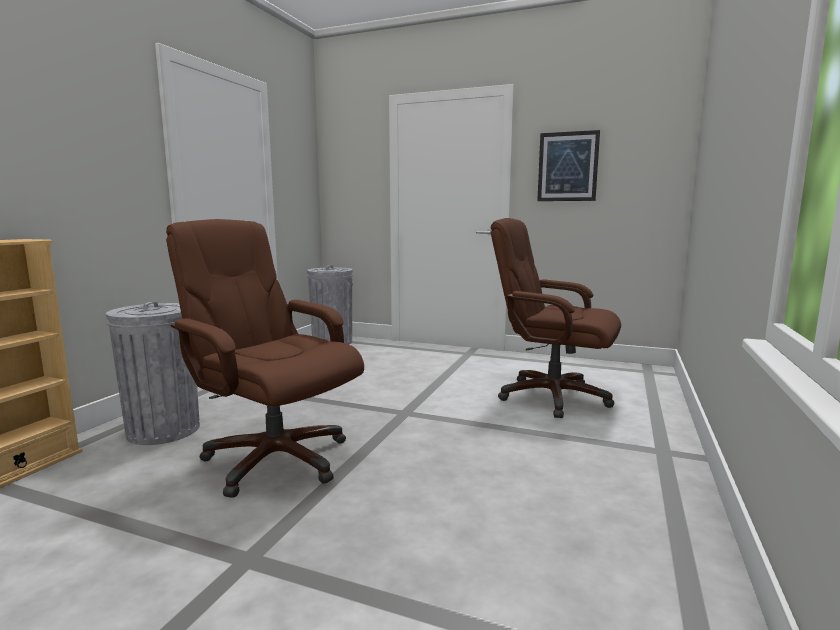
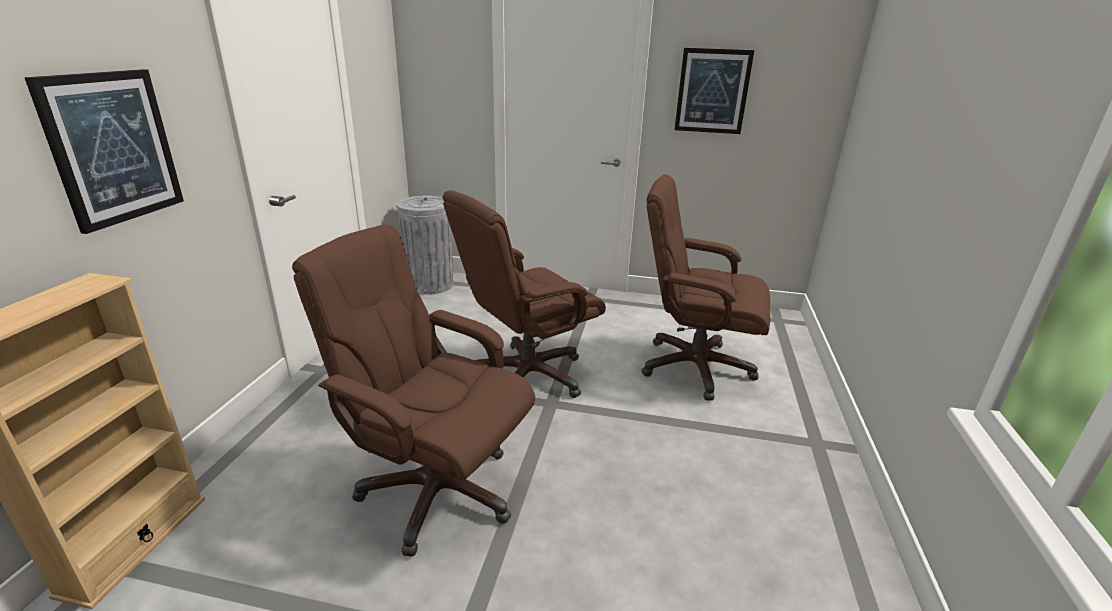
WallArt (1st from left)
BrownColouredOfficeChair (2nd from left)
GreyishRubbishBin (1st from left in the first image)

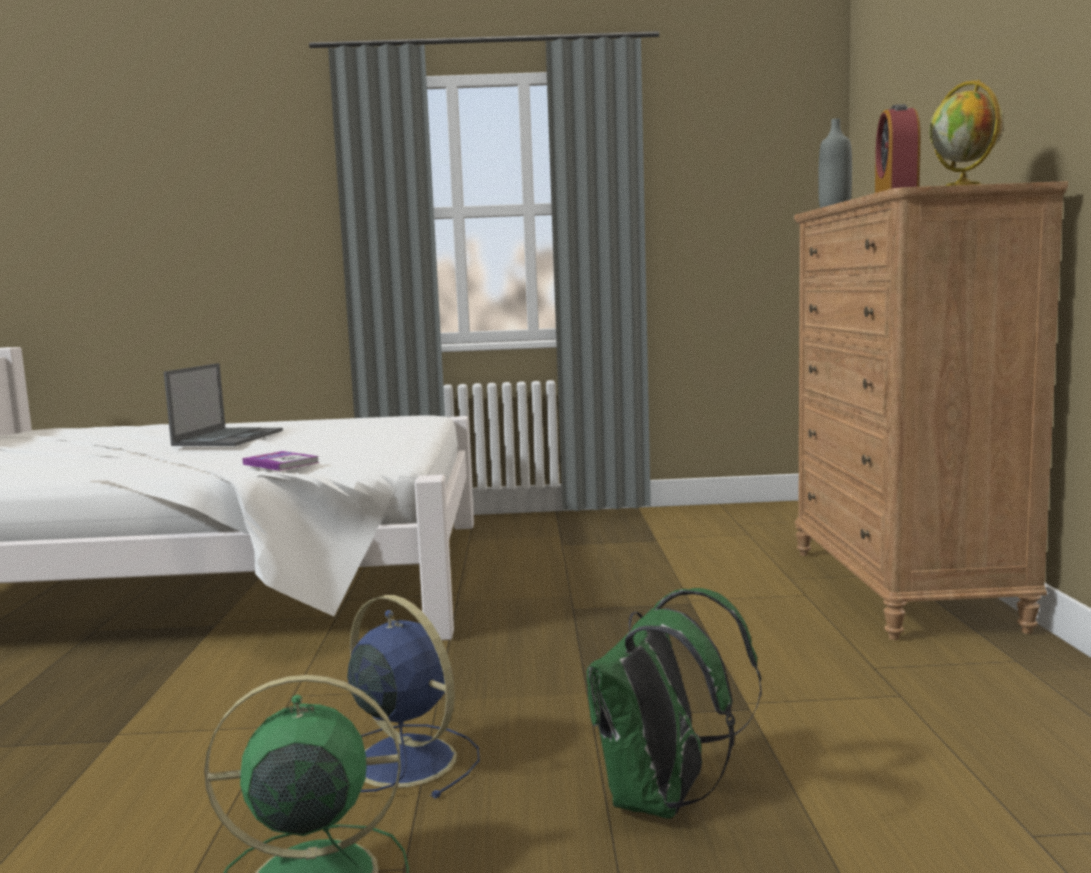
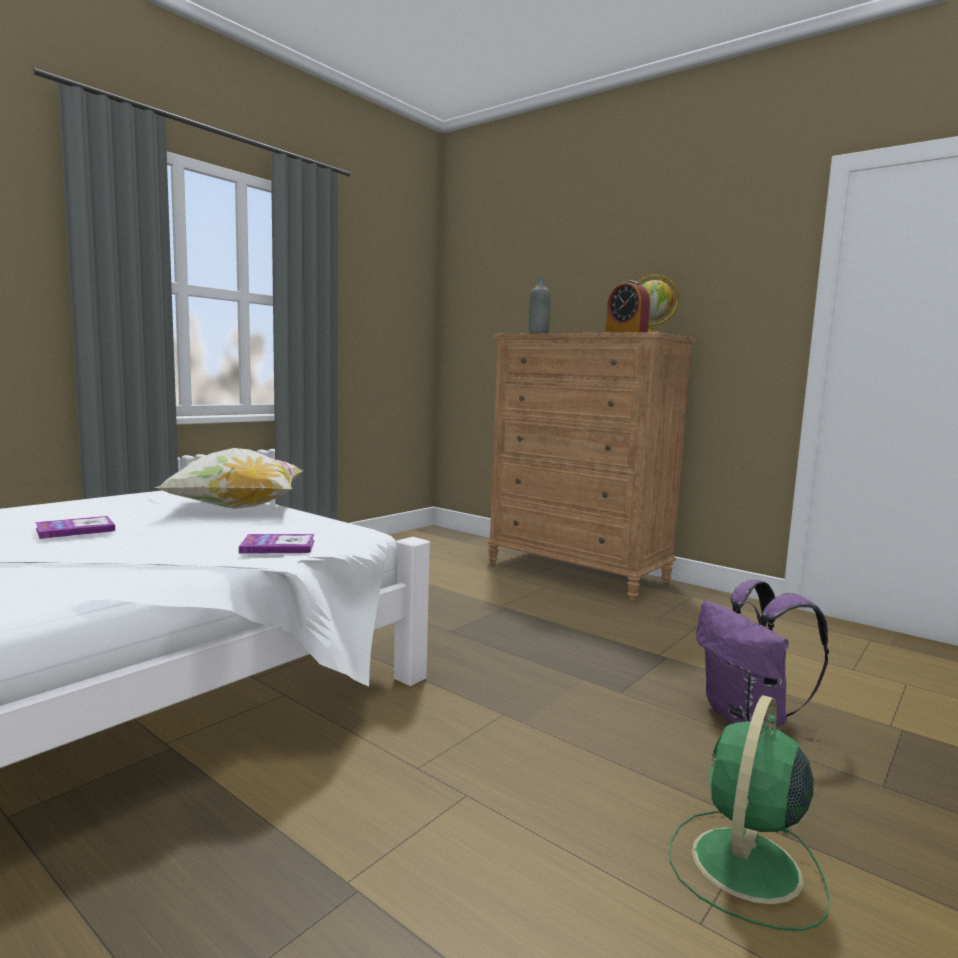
BoundBook (1st from left)
Cushion
PurpleColouredRucksack
BlueCoolingFan

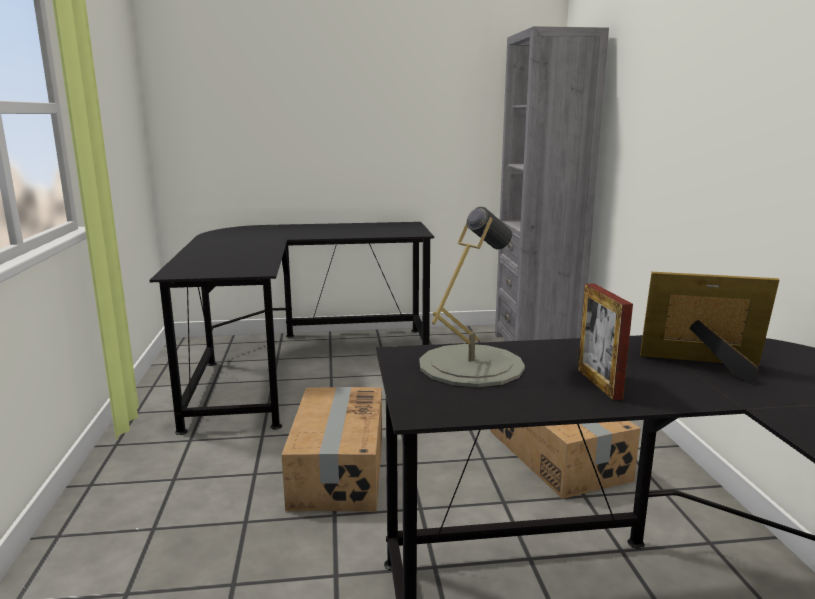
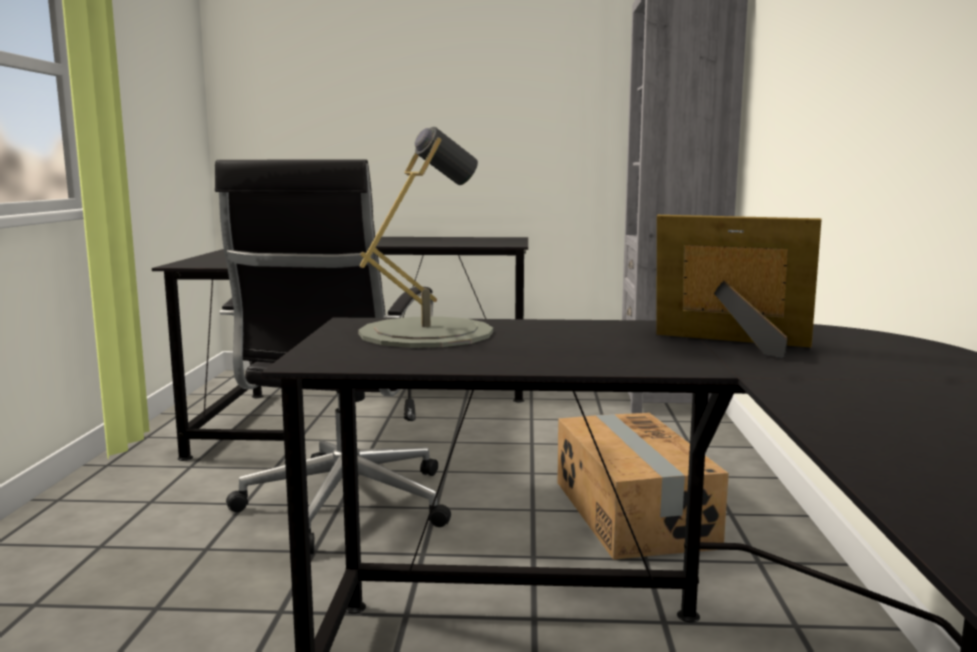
BlackColouredOfficeChair
PictureFrame (1st from left in the first image)

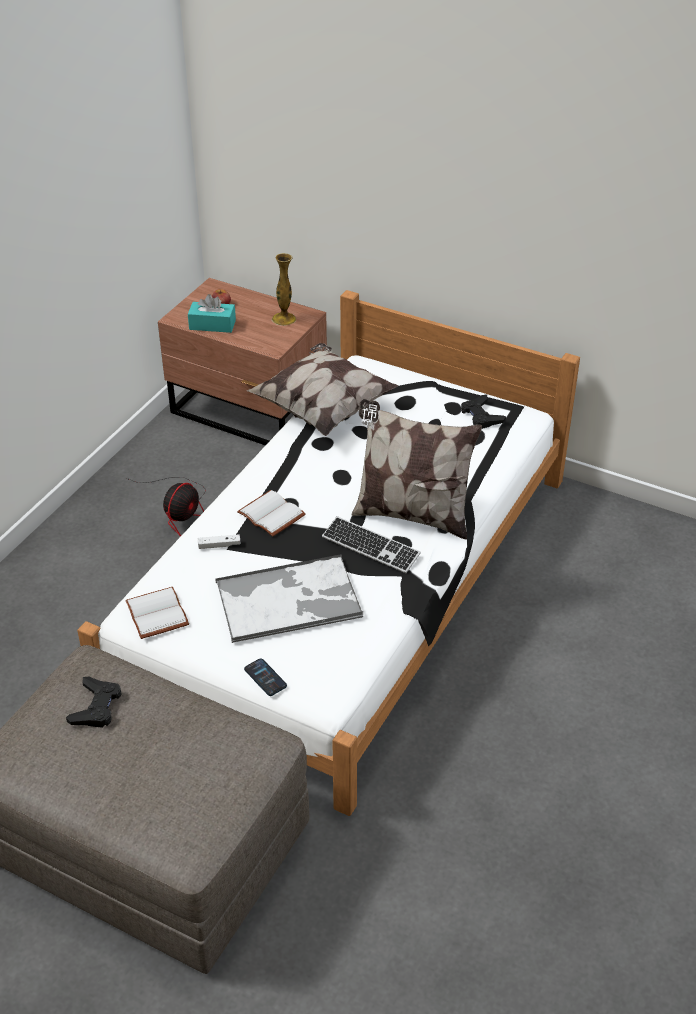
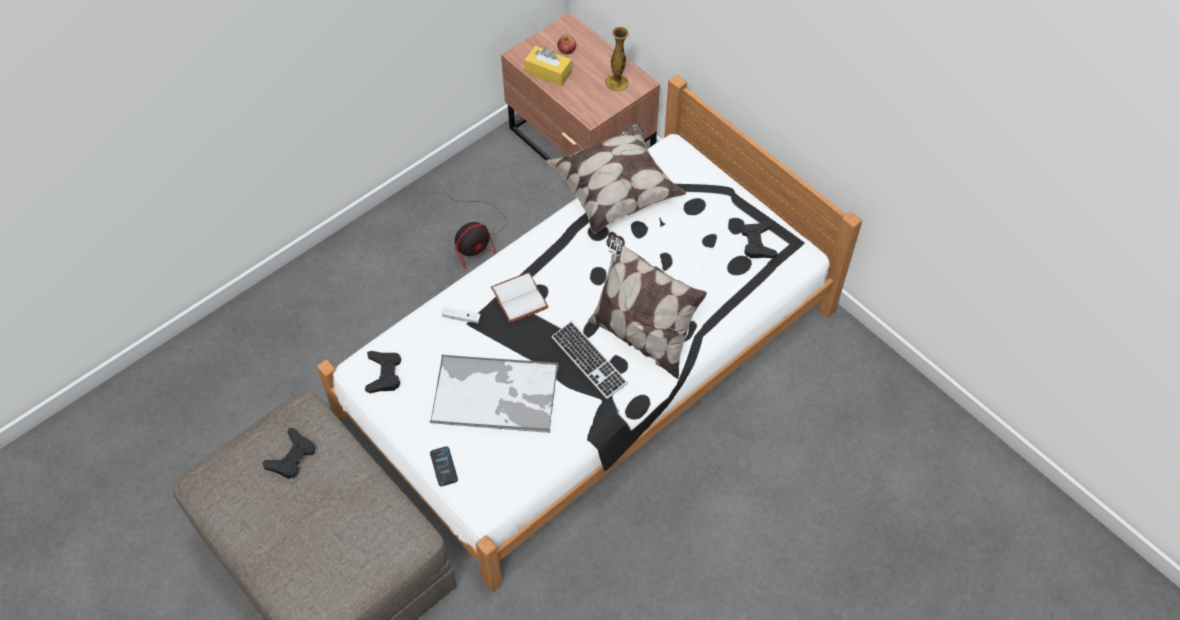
BlackColouredGamepad (2nd from left)
YellowishTissueBox

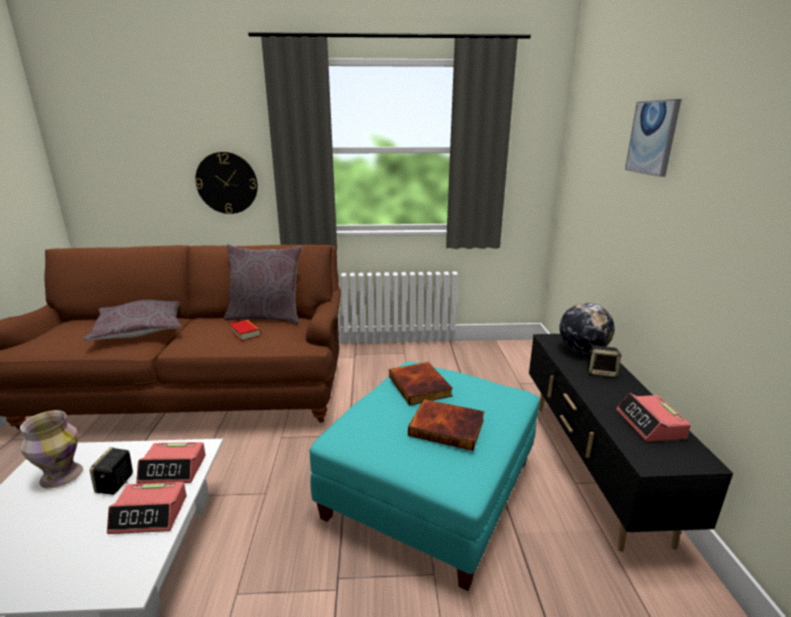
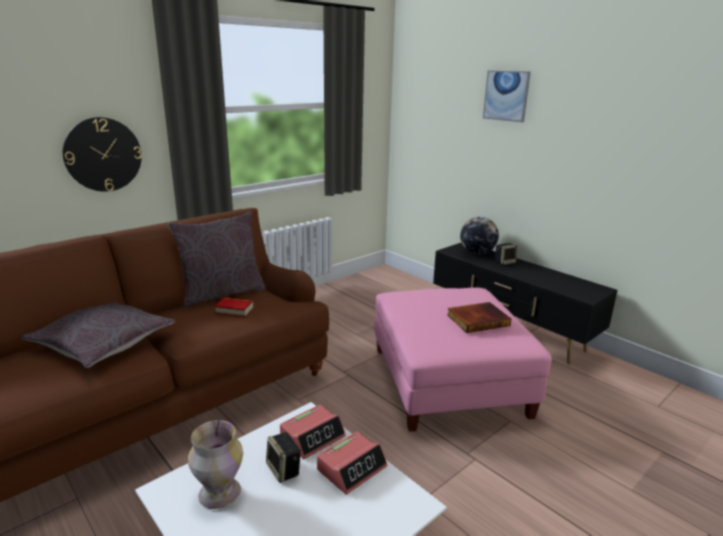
PinkColouredOttoman
BoundBook (2nd from left in the first image)
TableClock (3rd from left in the first image)

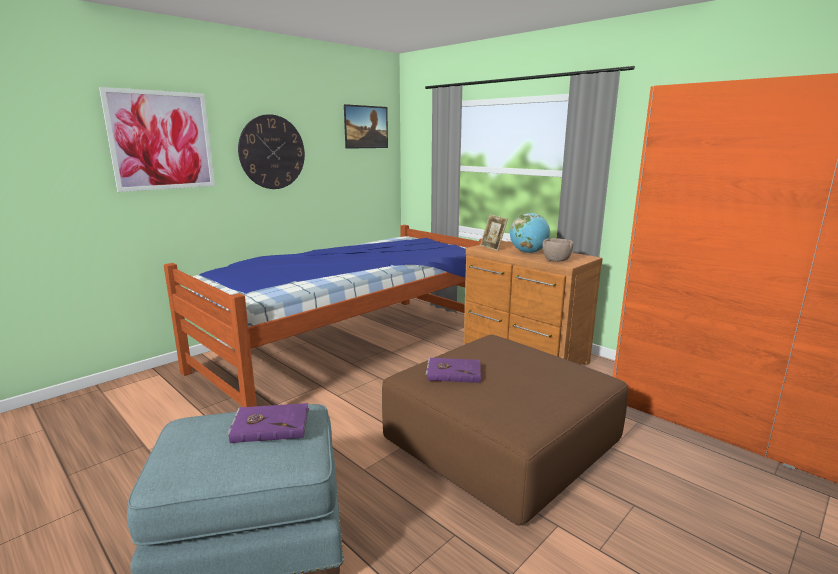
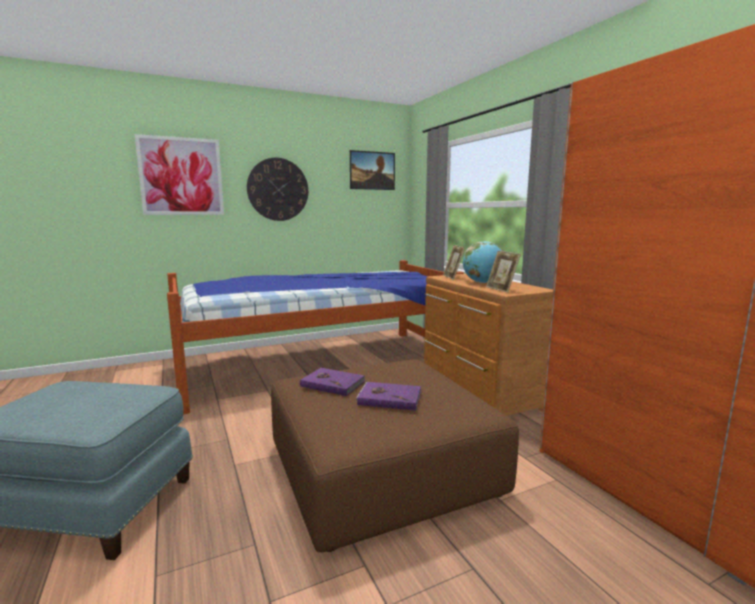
PurpleColouredBoundBook (2nd from left)
PictureFrame (2nd from left)

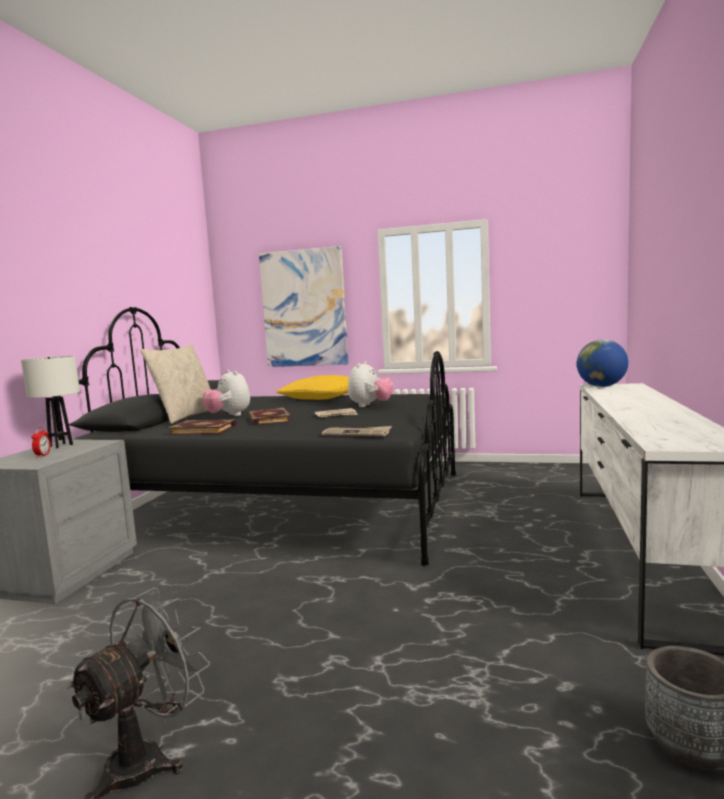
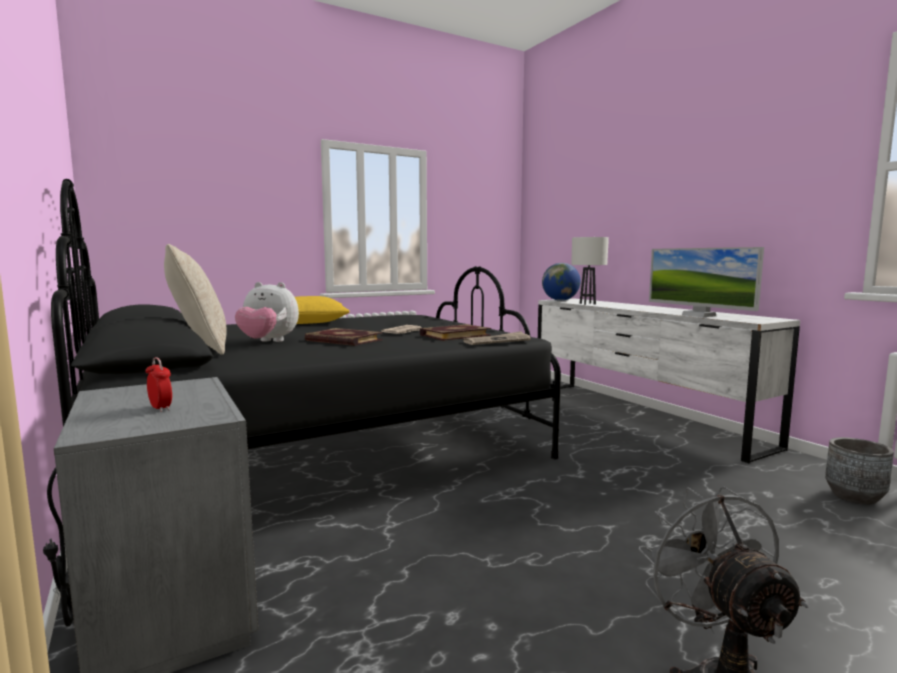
BoundBook (2nd from left)
WhitishLampForATable
ComputerScreen
WallArt
SoftToy (2nd from left in the first image)

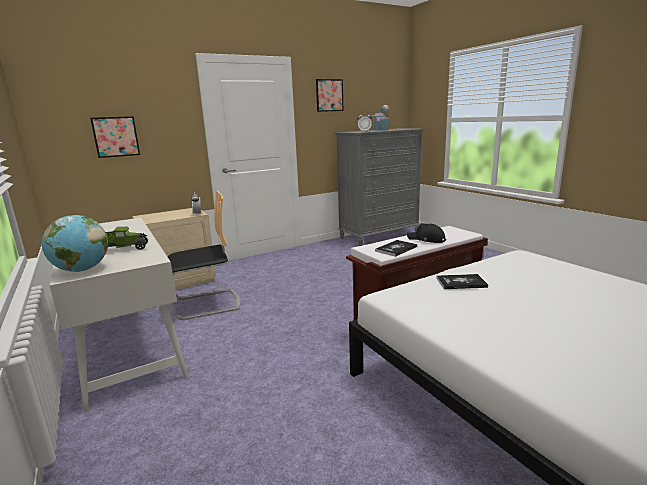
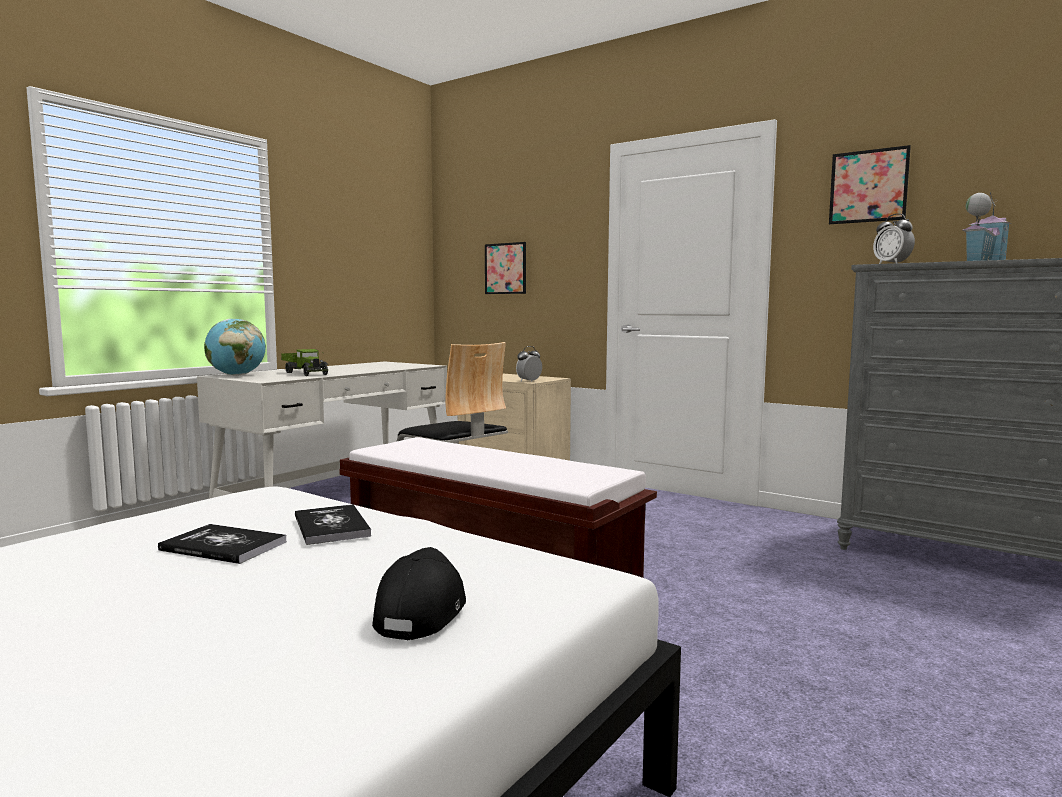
BoundBook (1st from left)
BlackColouredCap

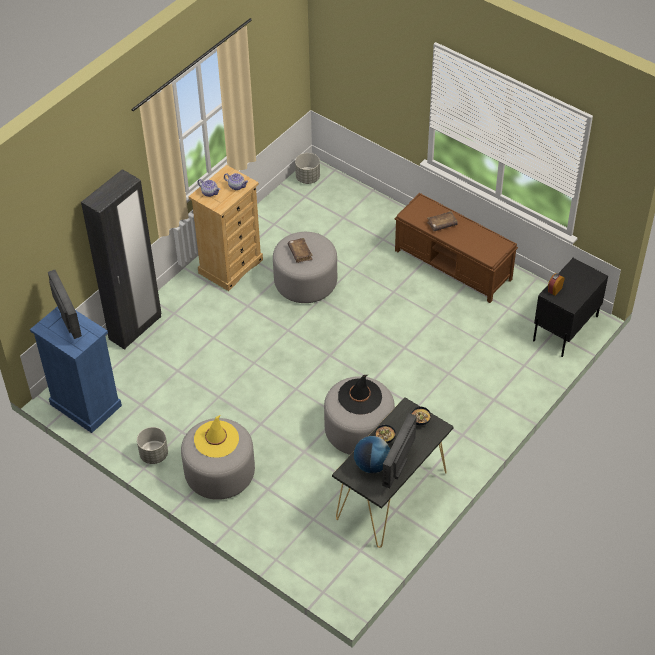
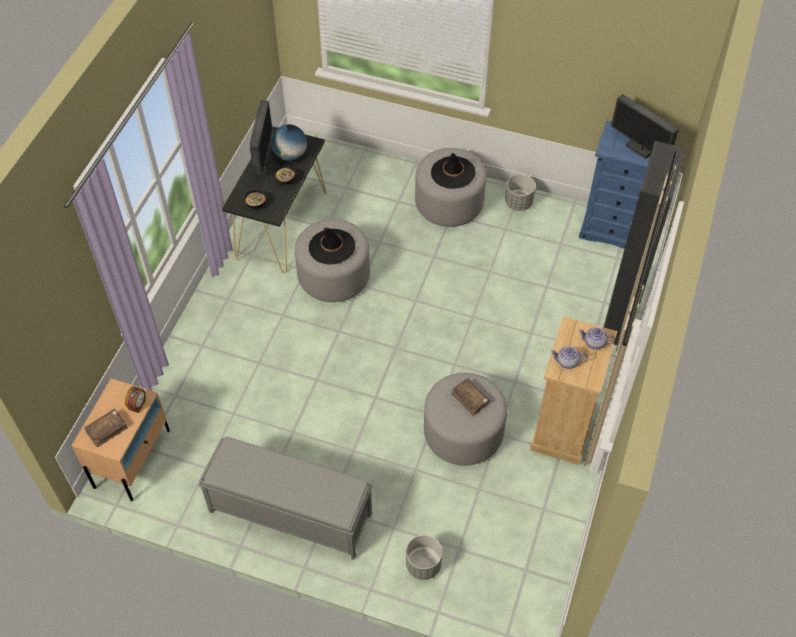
SandColouredBedsideTable
BrownColouredBoundBook (1st from left)
GreyishBench
GreyishFlowerPot (1st from left)
BlackColouredWearableHat (2nd from left)

